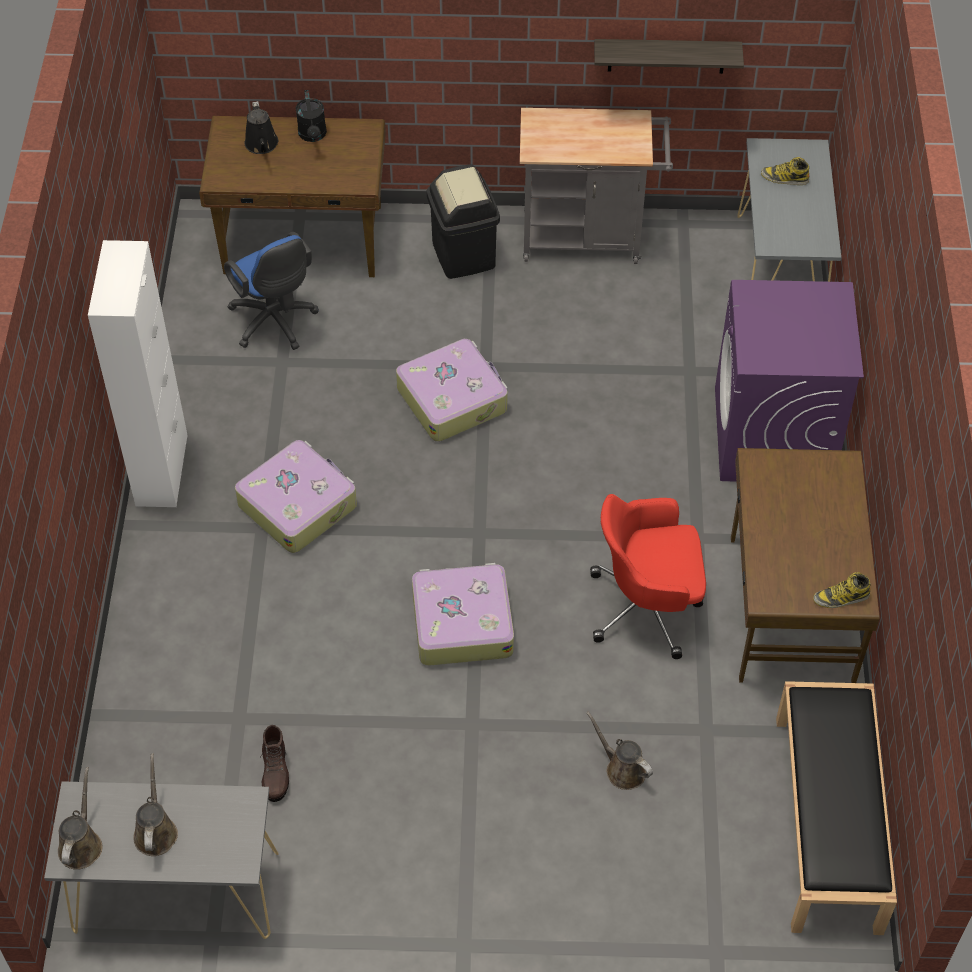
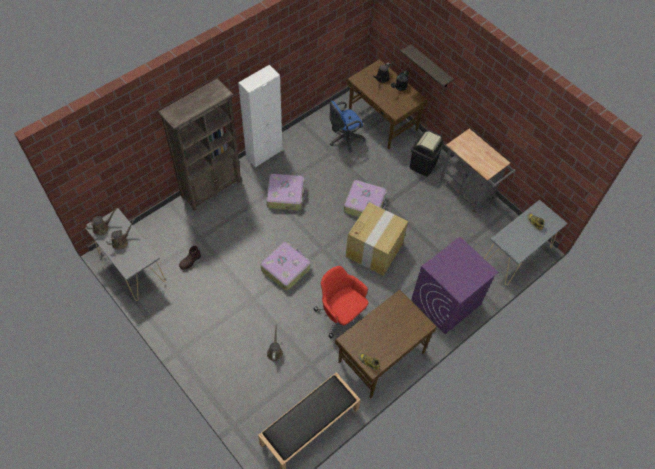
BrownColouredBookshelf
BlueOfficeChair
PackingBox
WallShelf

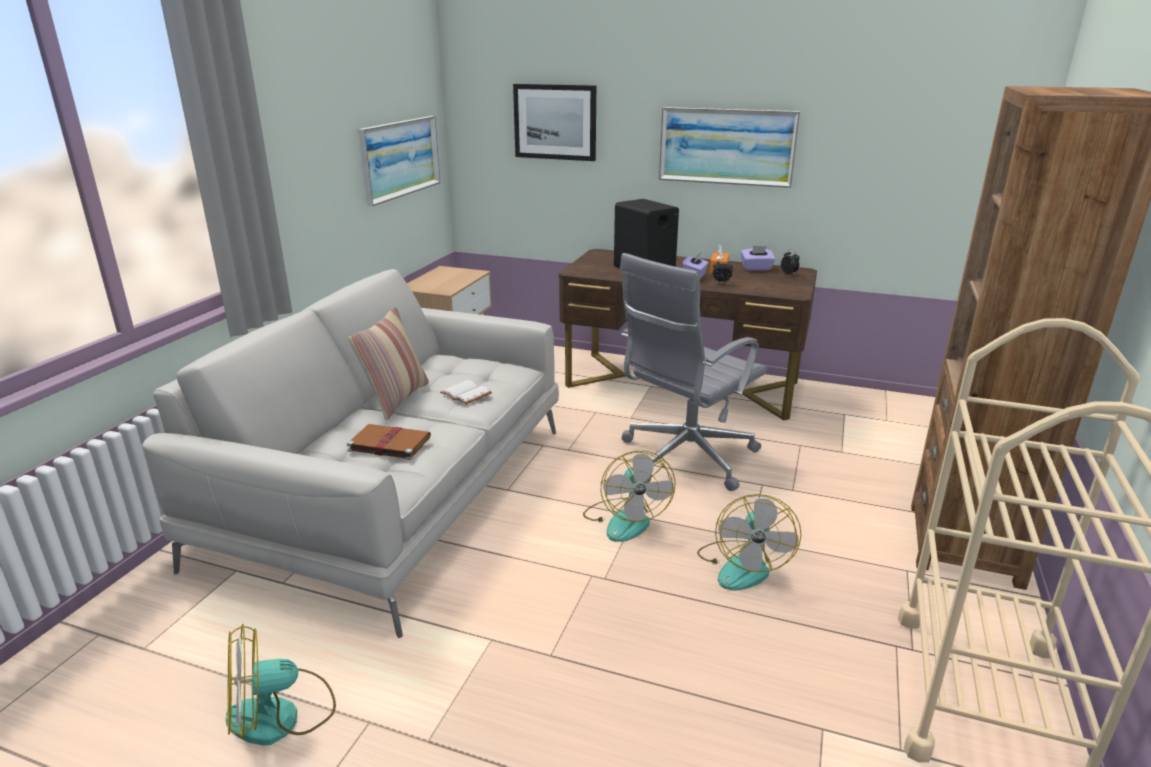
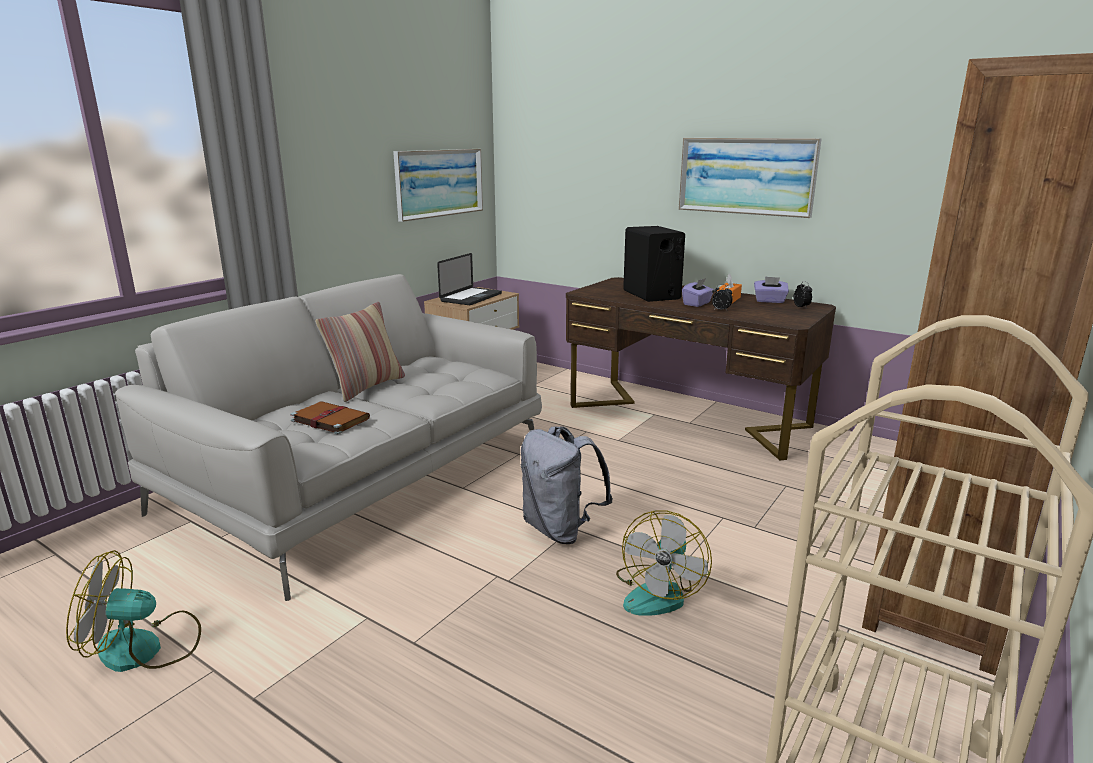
NotebookComputer
GreyishRucksack
WhitishBoundBook
WallArt (2nd from left in the first image)
GreyishOfficeChair

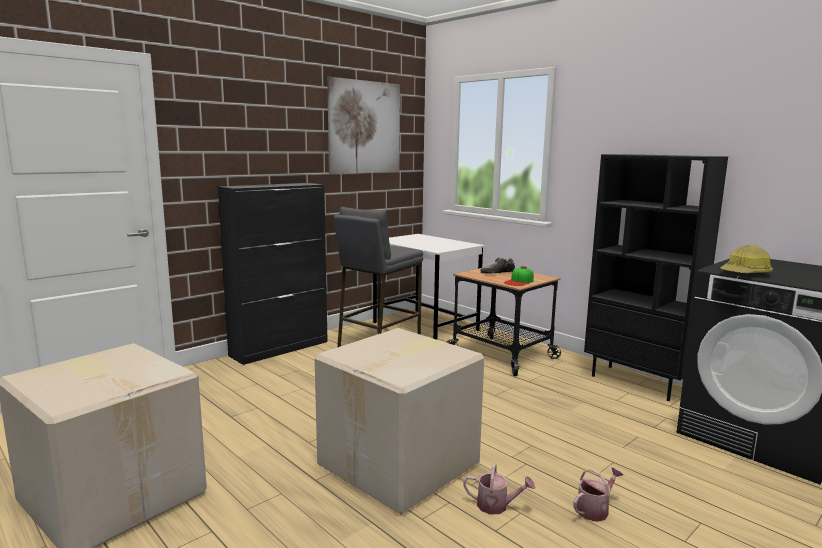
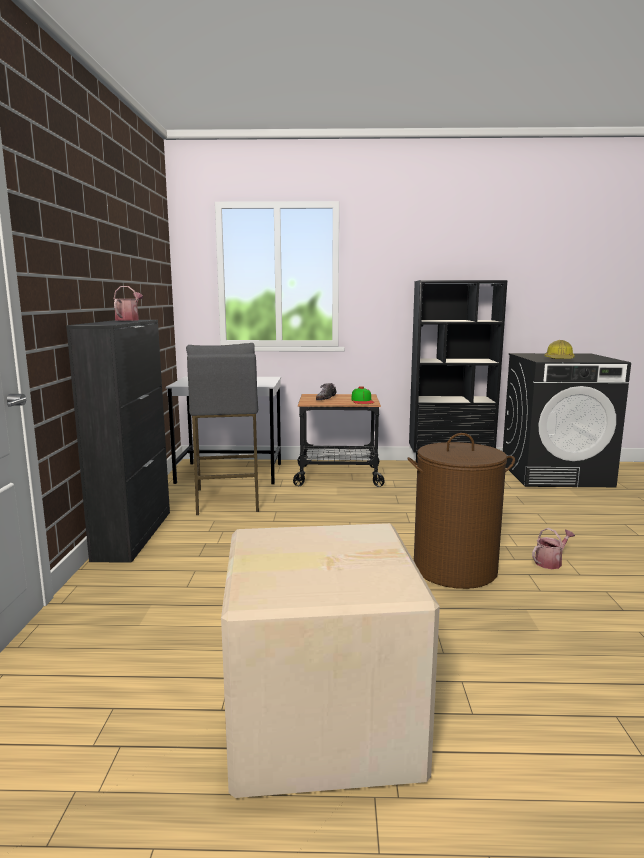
WateringPot (1st from left)
BrownColouredHamper
WallArt

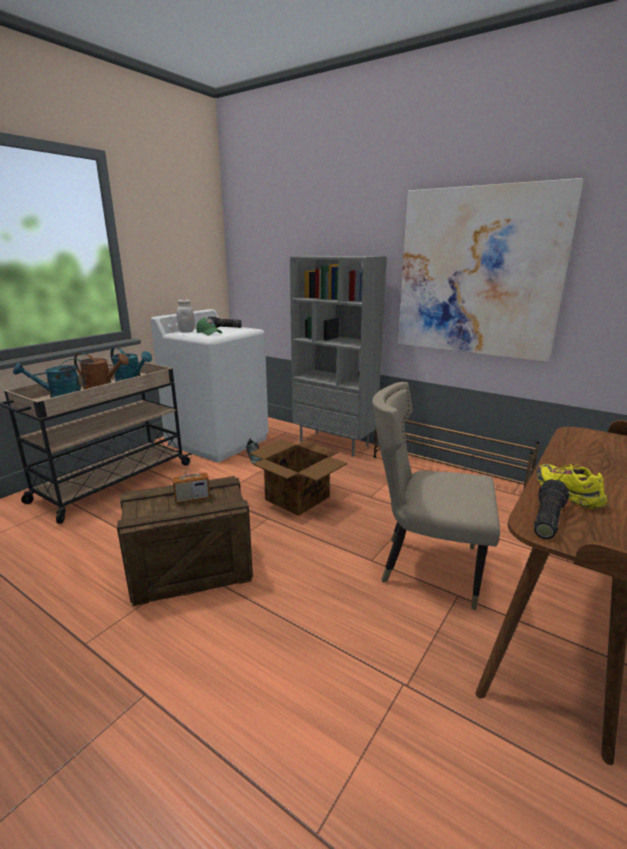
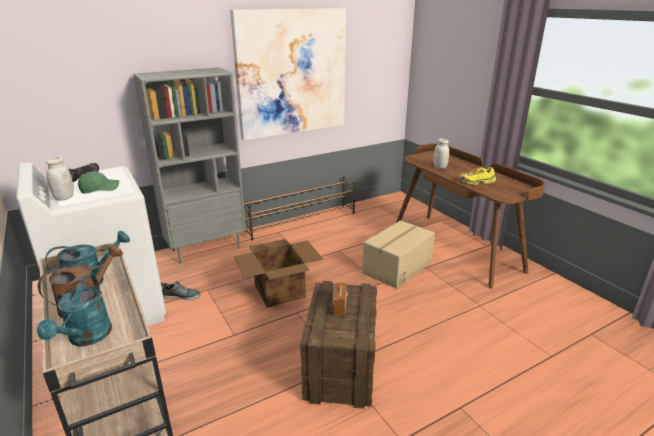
PackingBox (2nd from left)
WhitishStorageJar (2nd from left)
Flashlight (2nd from left in the first image)

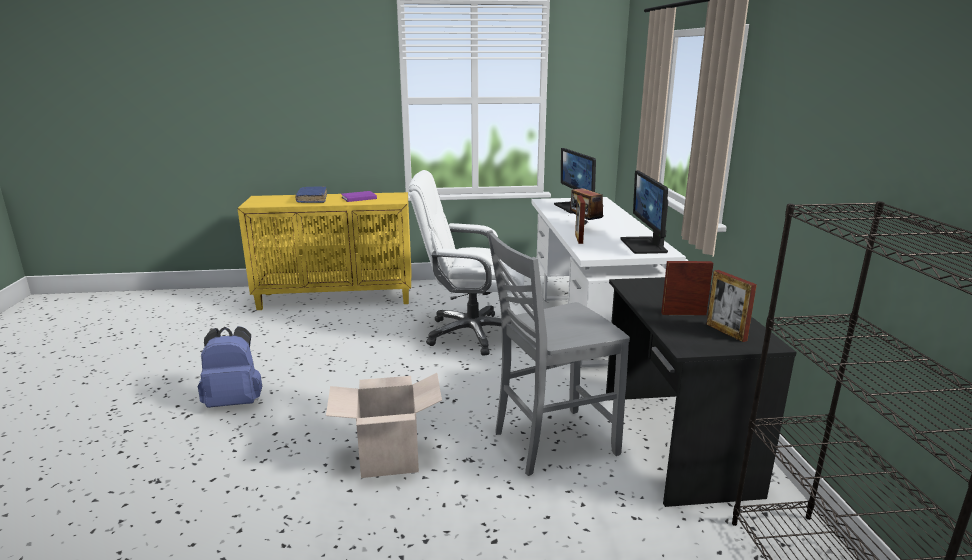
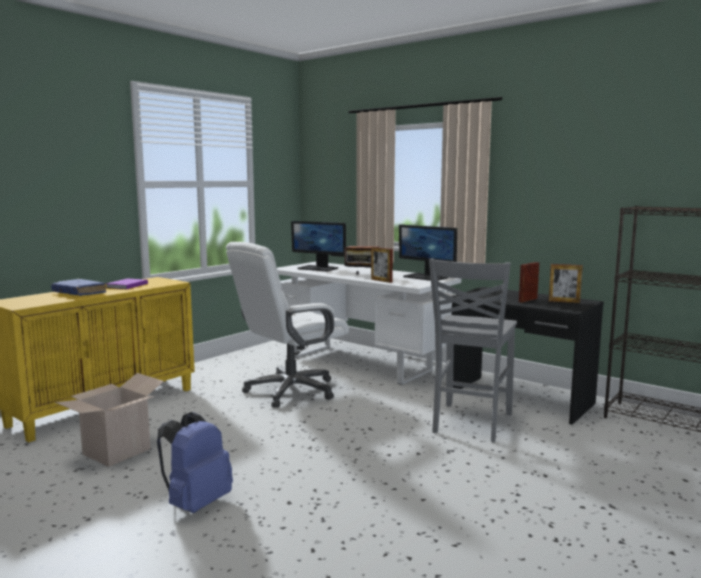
PackingBox

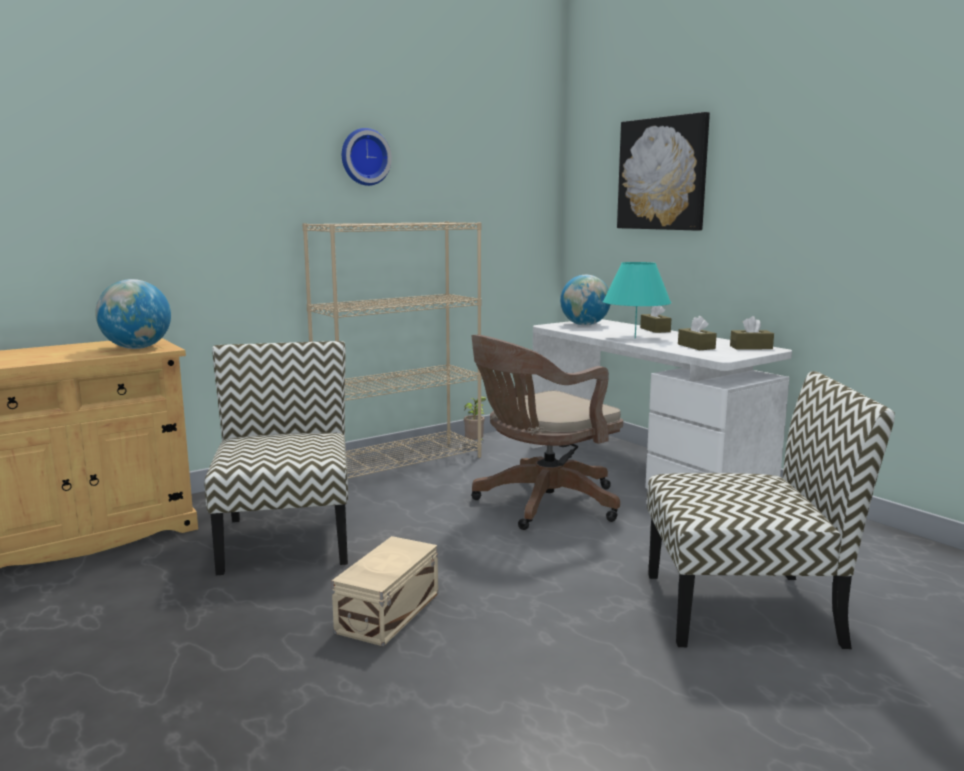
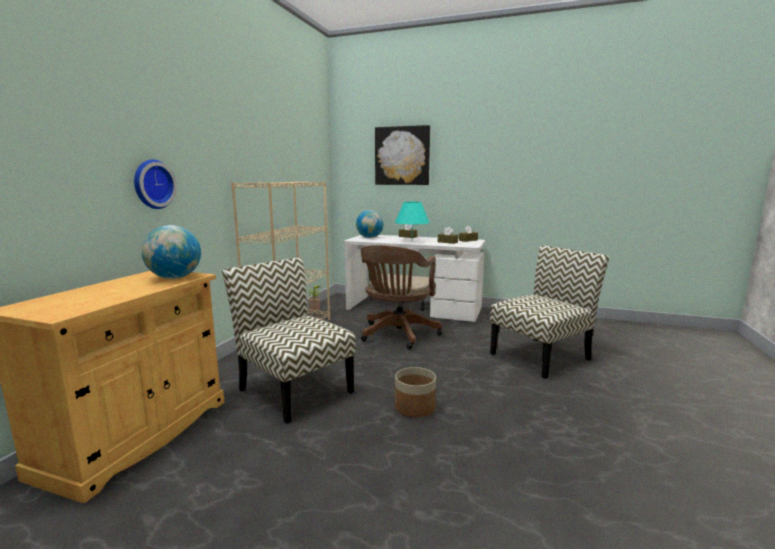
WallClock
FlowerPot

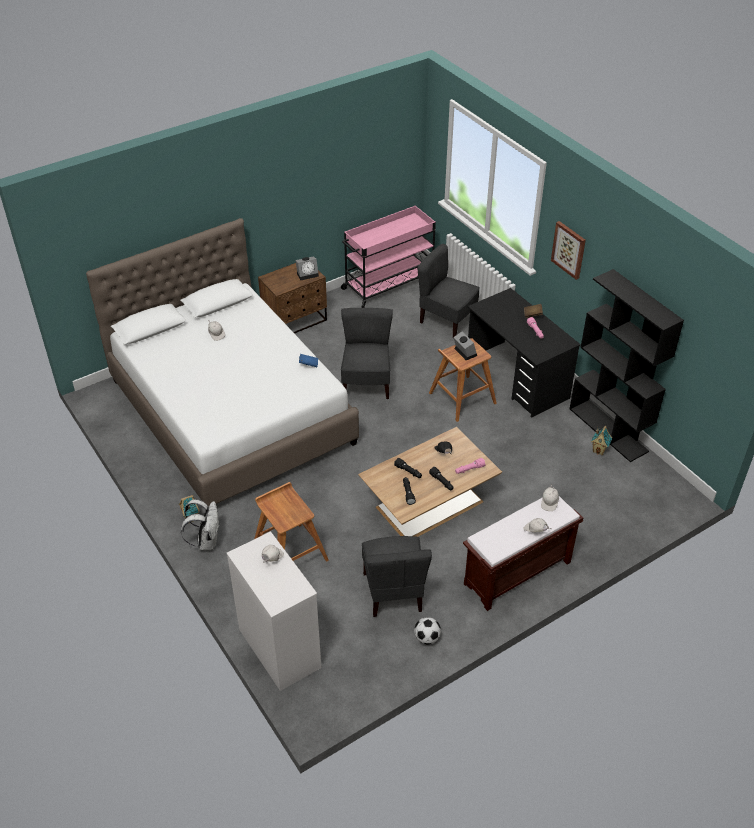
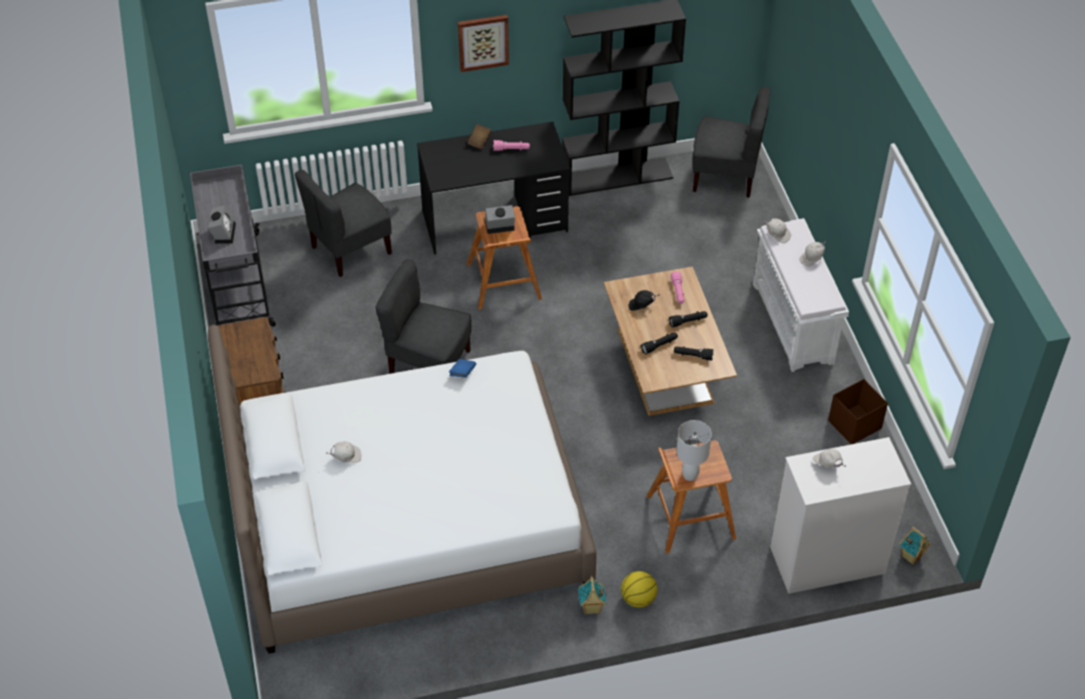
GreyishTrolley
TableClock (1st from left)
BasketballBall
WhitishLampForATable
GreyishPlainChair (3rd from left)
WhitishBench
BrownColouredStorageBox
MiniatureHouse (2nd from left)

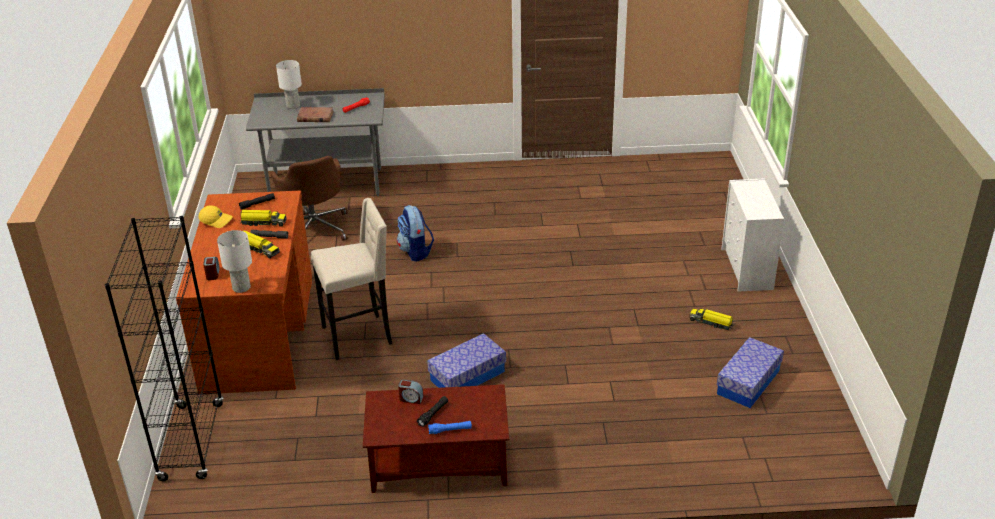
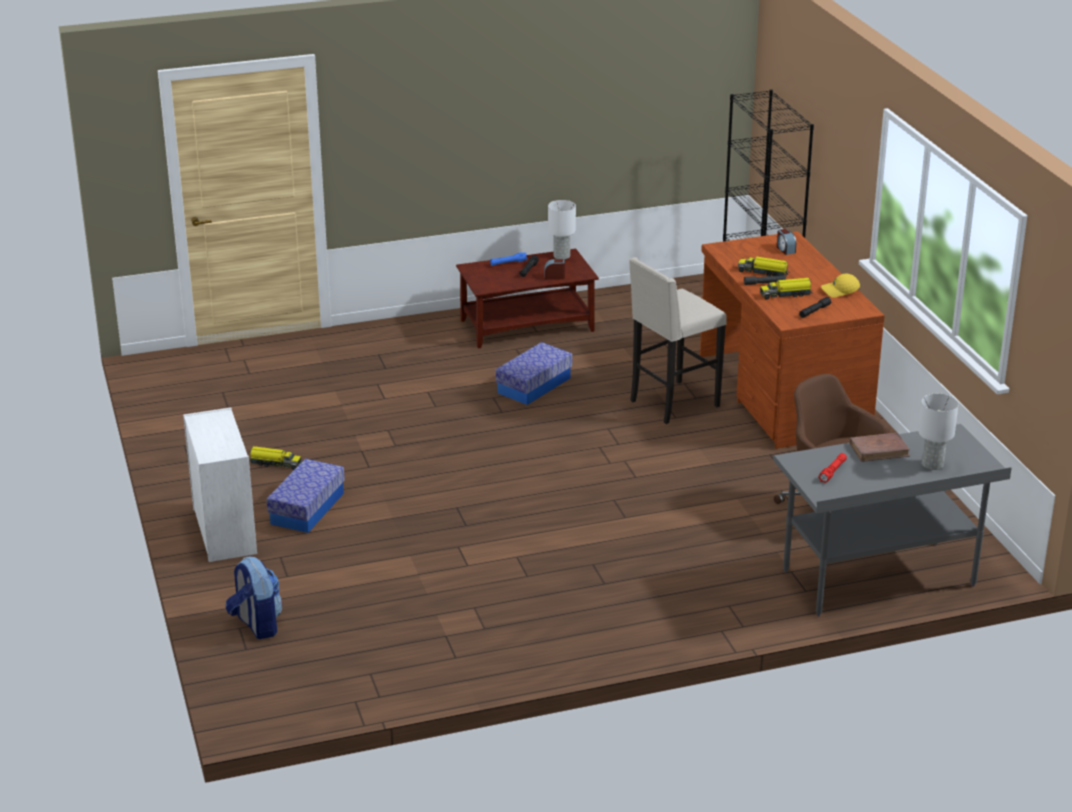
Rucksack
StorageBox (1st from left)
WhitishLampForATable (1st from left)

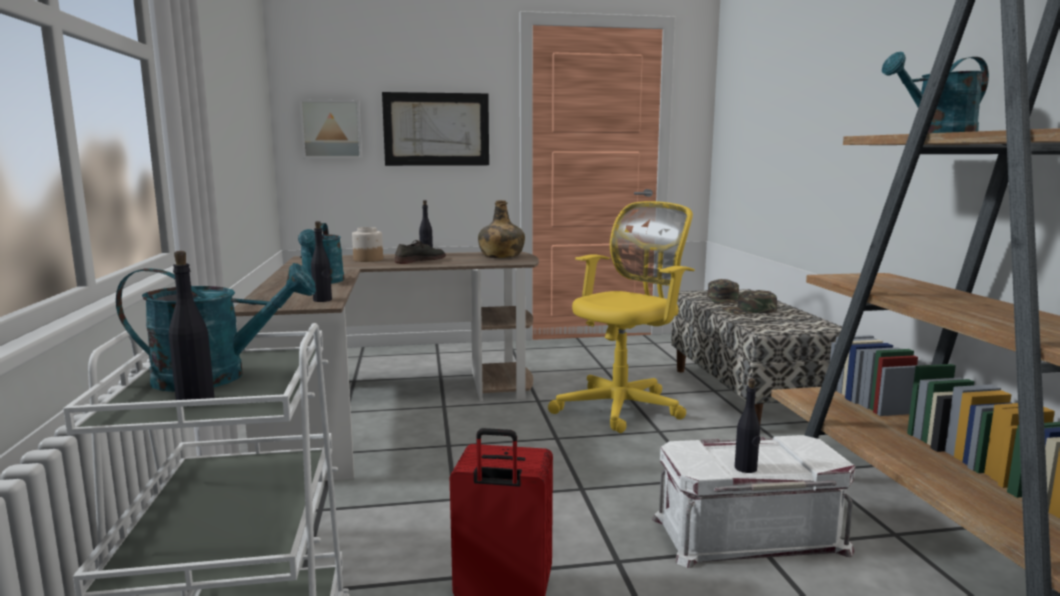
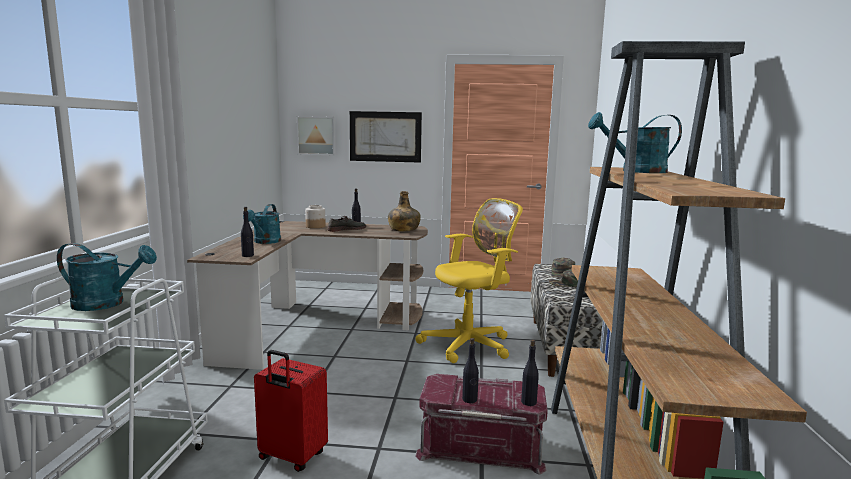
RedColouredStorageBox
BlackColouredDrinkBottle (4th from left)

